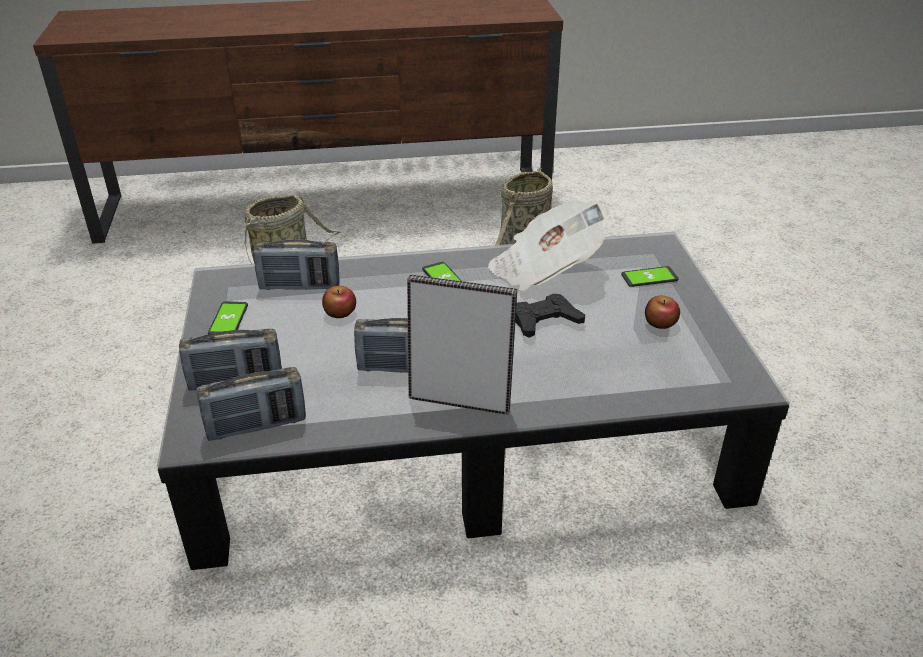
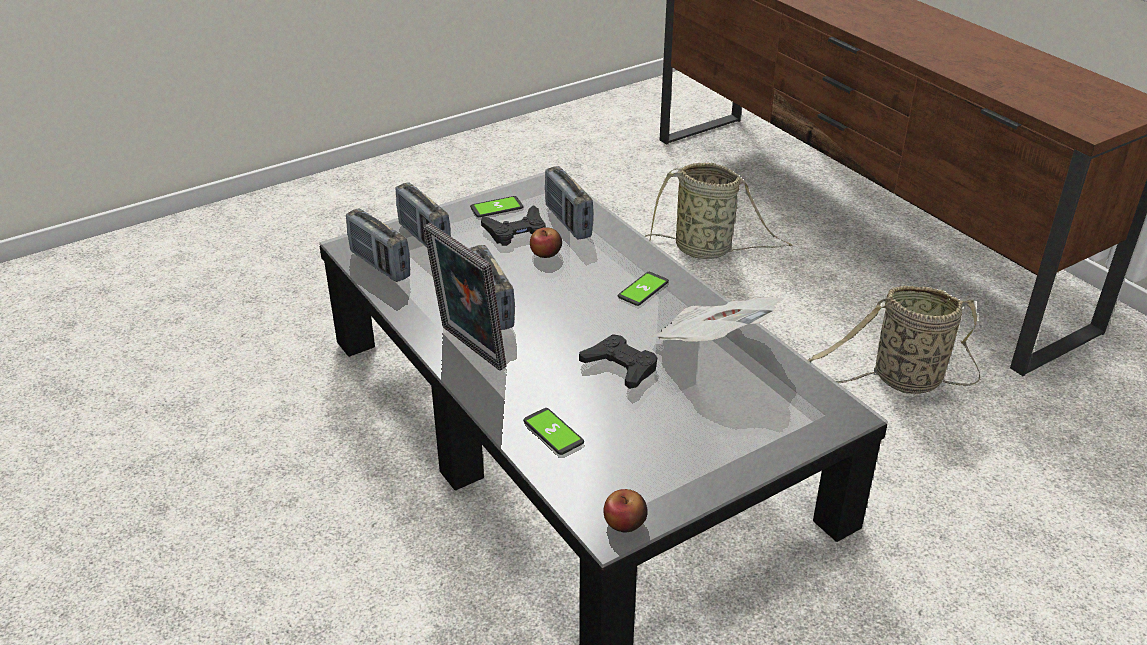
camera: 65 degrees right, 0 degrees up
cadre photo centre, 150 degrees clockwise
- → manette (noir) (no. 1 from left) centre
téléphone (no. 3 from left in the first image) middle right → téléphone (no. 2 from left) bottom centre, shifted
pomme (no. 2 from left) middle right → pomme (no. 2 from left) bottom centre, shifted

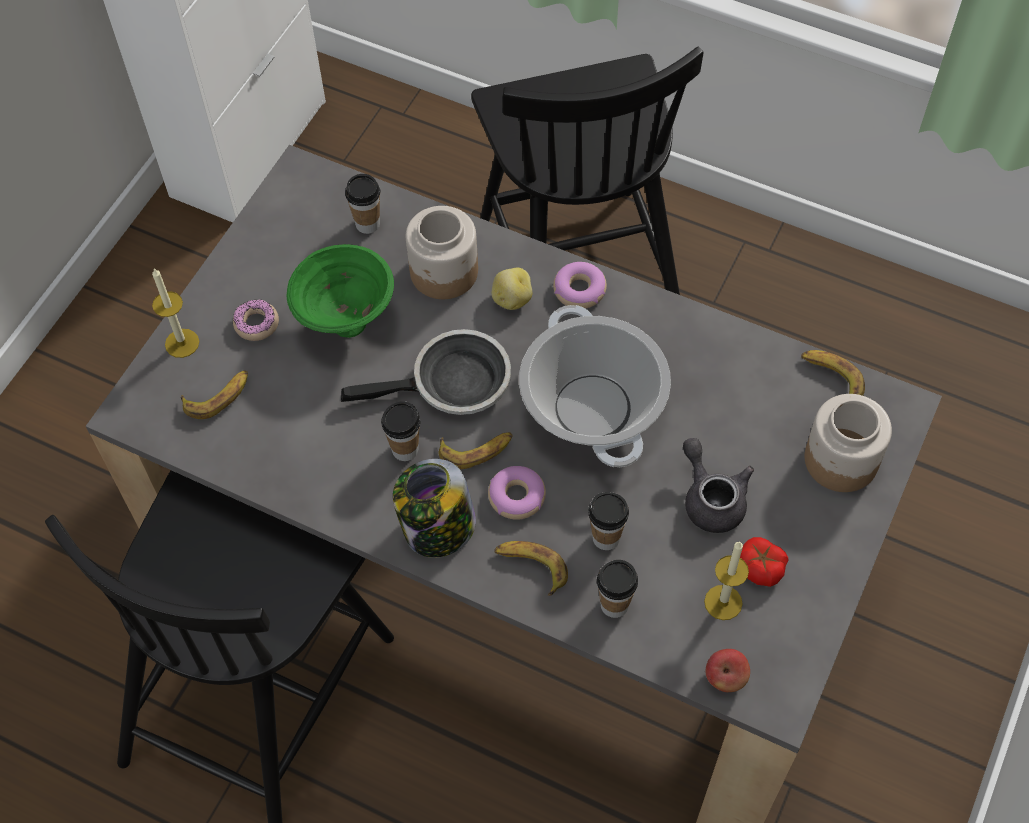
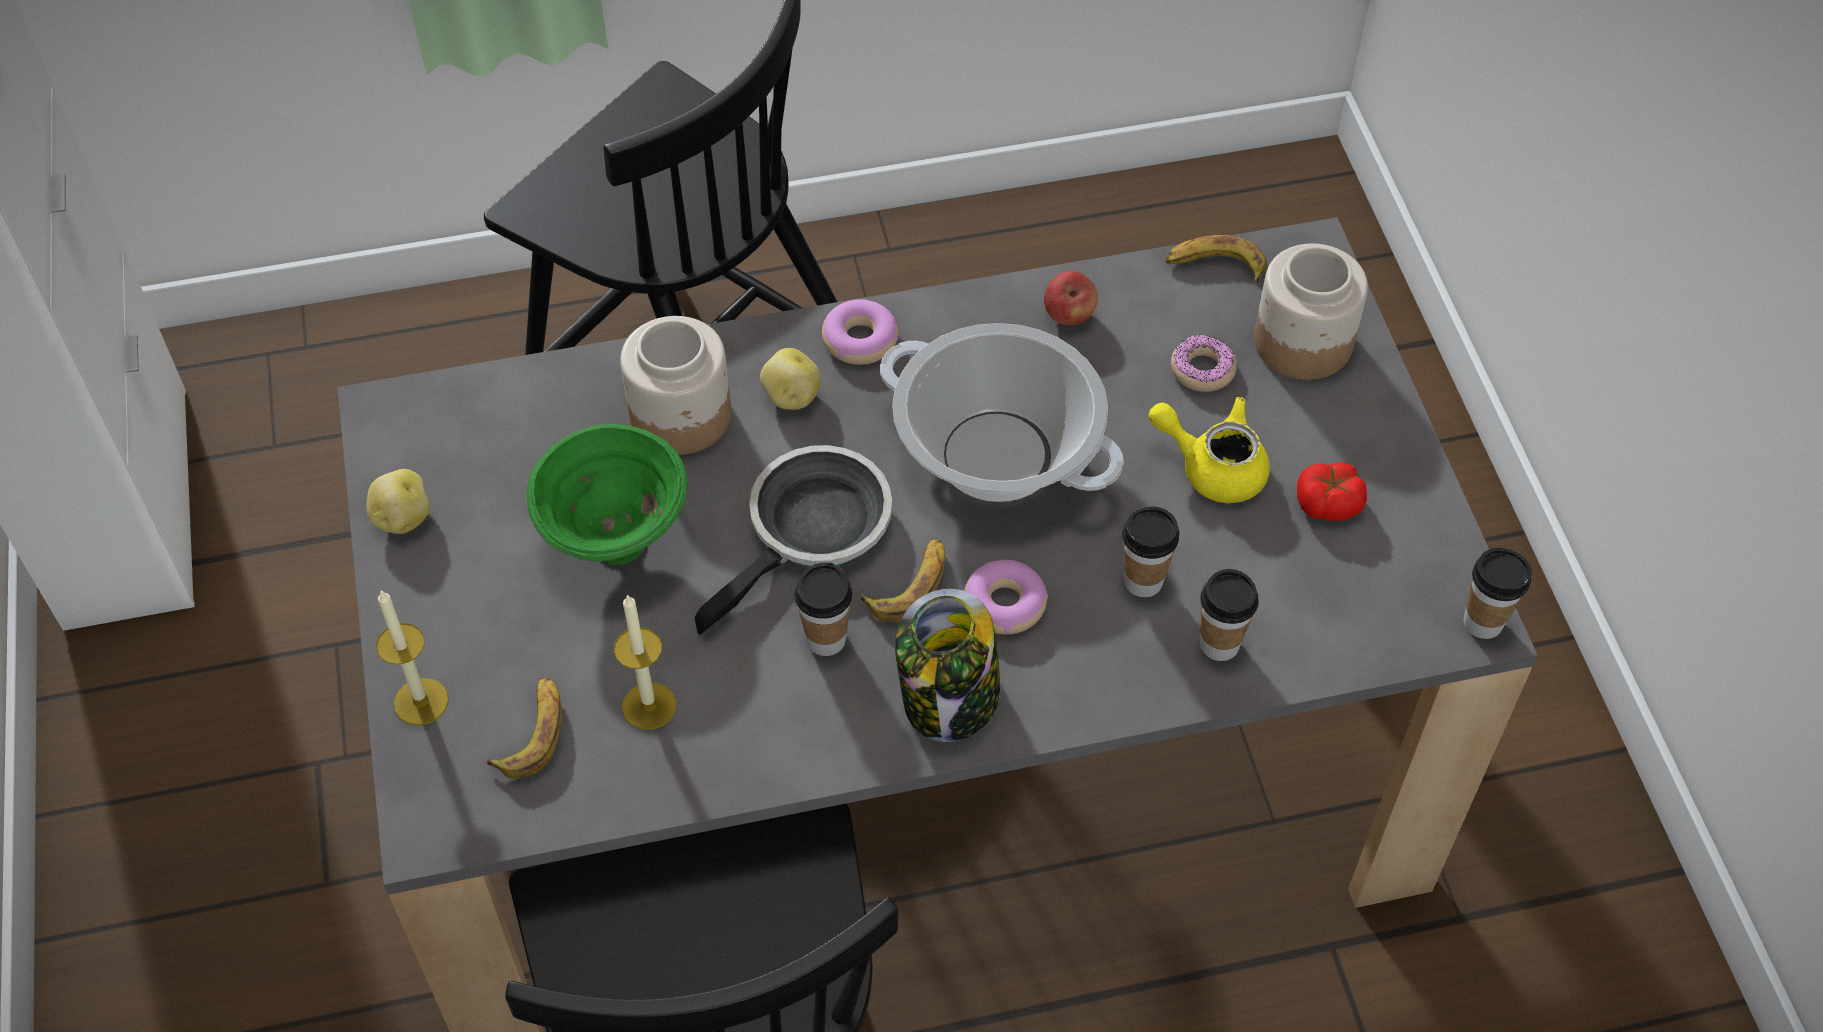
camera: 40 degrees left, 5 degrees down
- → pomme de terre (no. 1 from left) middle left
bougie (no. 2 from left) bottom right → bougie (no. 2 from left) centre, shifted
pomme bottom right → pomme top centre, shifted
théière (gris) middle right → théière (jaune) centre
beignet (no. 1 from left in the first image) middle left → beignet (no. 3 from left) centre, shifted
tasse (no. 1 from left in the first image) top centre → tasse (no. 4 from left) middle right, shifted
banane (no. 3 from left) bottom centre → -

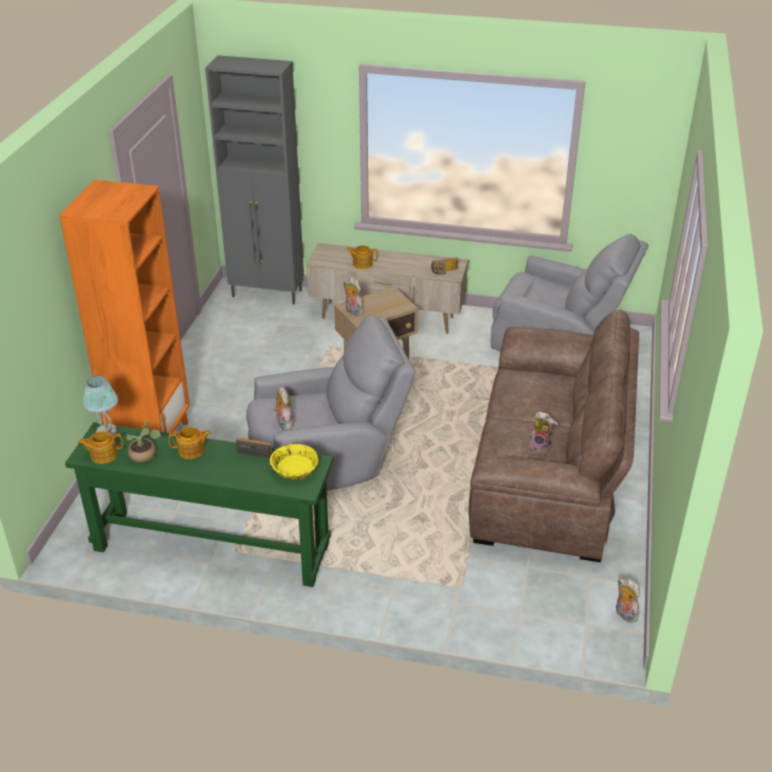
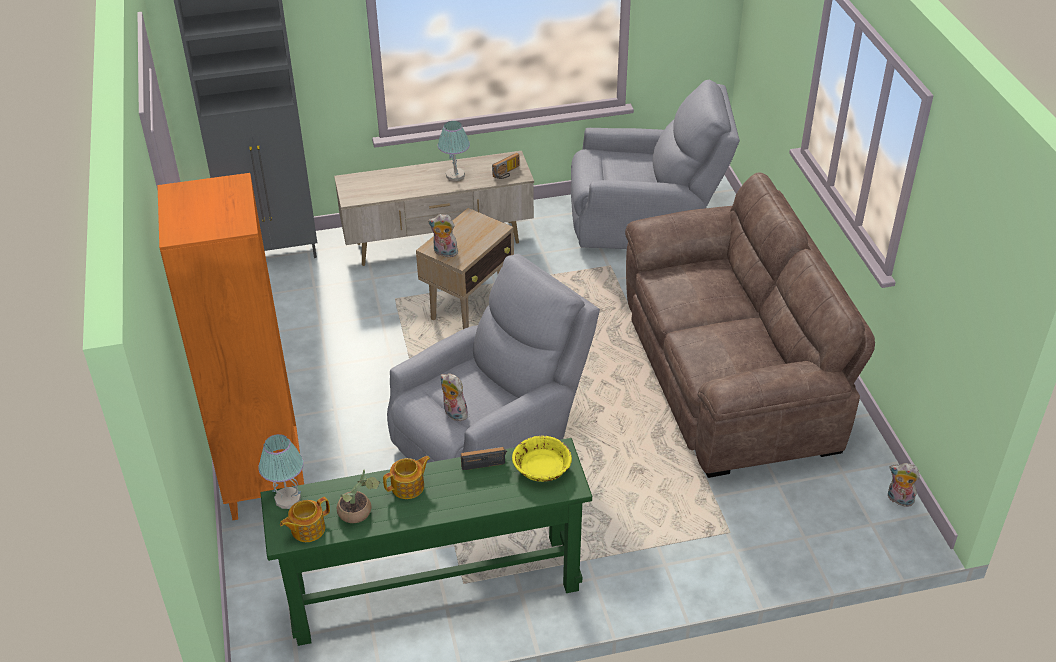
camera: 25 degrees left, 5 degrees up
- → lampe de table (no. 2 from left) top centre
théière (no. 3 from left) top centre → -
peluche (no. 3 from left) middle right → -

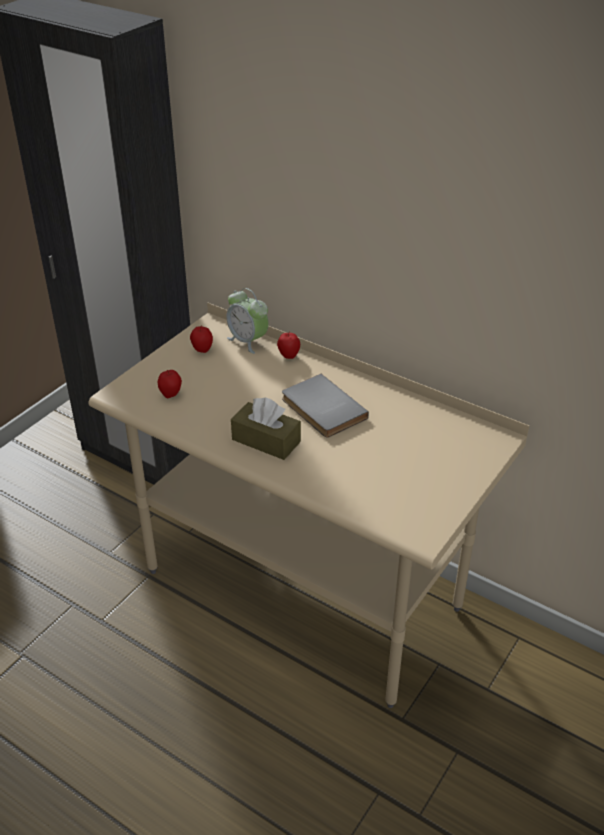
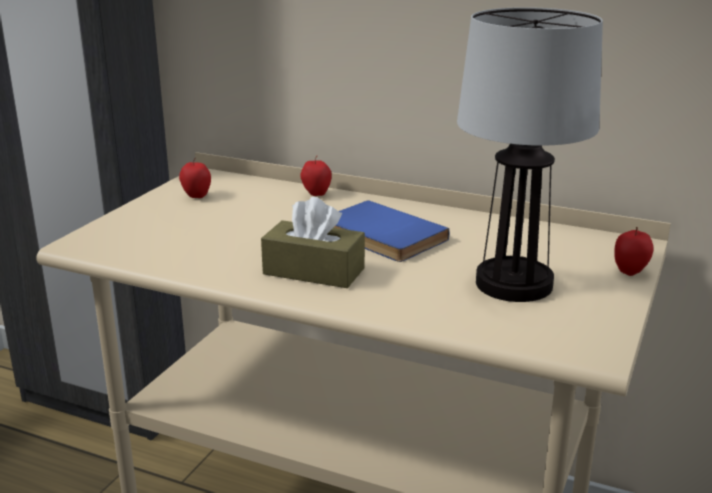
camera: 10 degrees left, 15 degrees down
livre (gris) centre → livre (bleu) centre
- → lampe de table top right
pomme (no. 1 from left in the first image) middle left → pomme (no. 3 from left) middle right, shifted
réveil centre → -

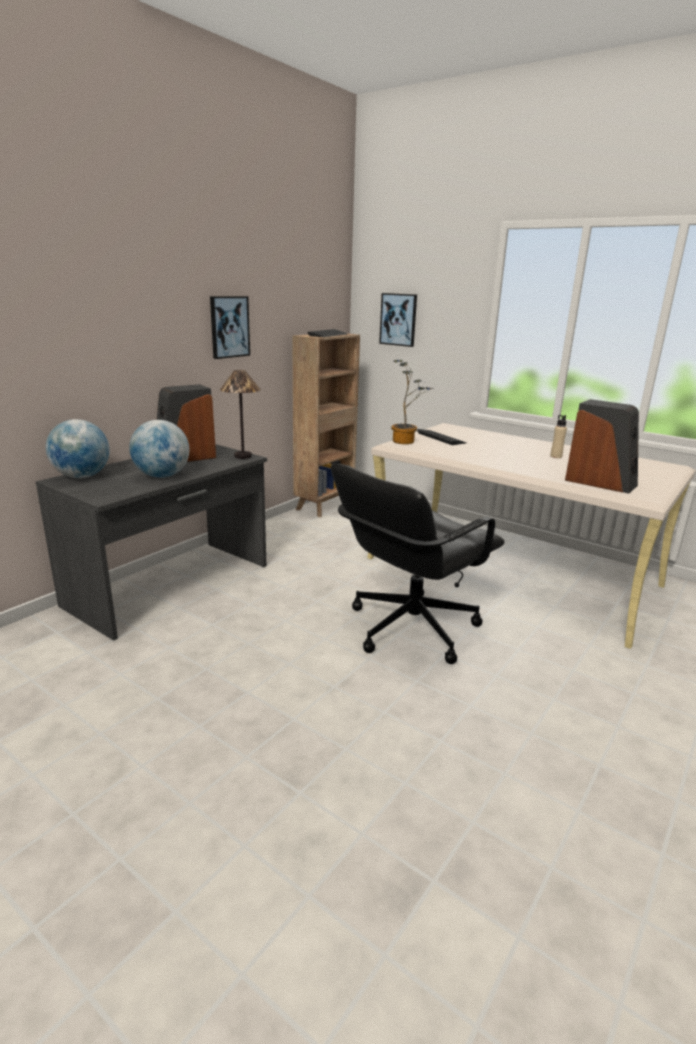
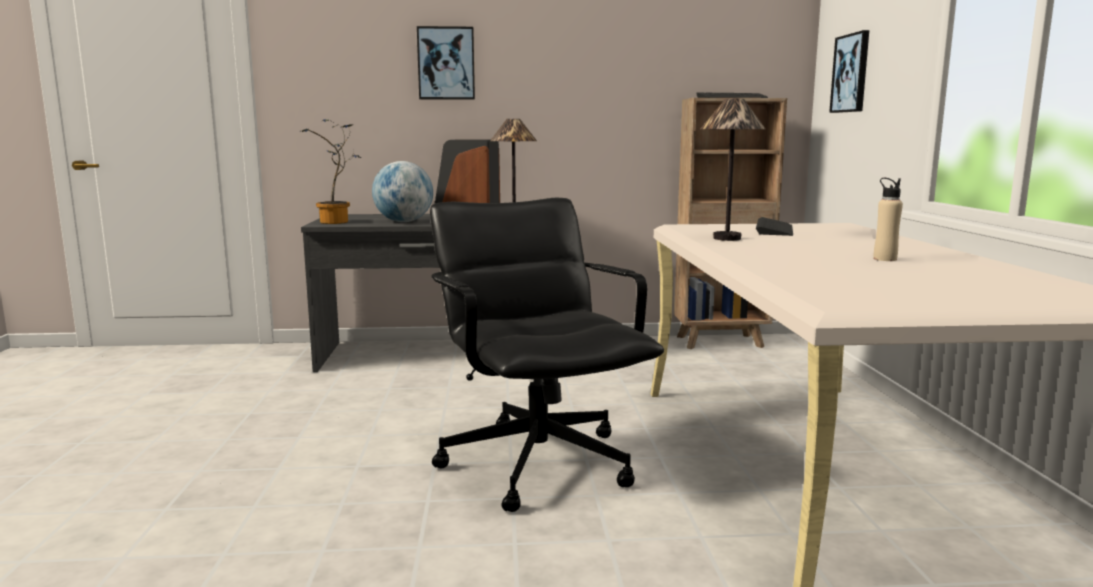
camera: 50 degrees right, 10 degrees down
plante en pot centre → plante en pot top left, shifted
tableau (no. 1 from left) top left → tableau (no. 1 from left) top centre, shifted
chaise de bureau (noir) centre, 60 degrees clockwise
- → lampe de table (no. 2 from left) top right
globe (no. 1 from left) middle left → -
enceinte (no. 2 from left) middle right → -

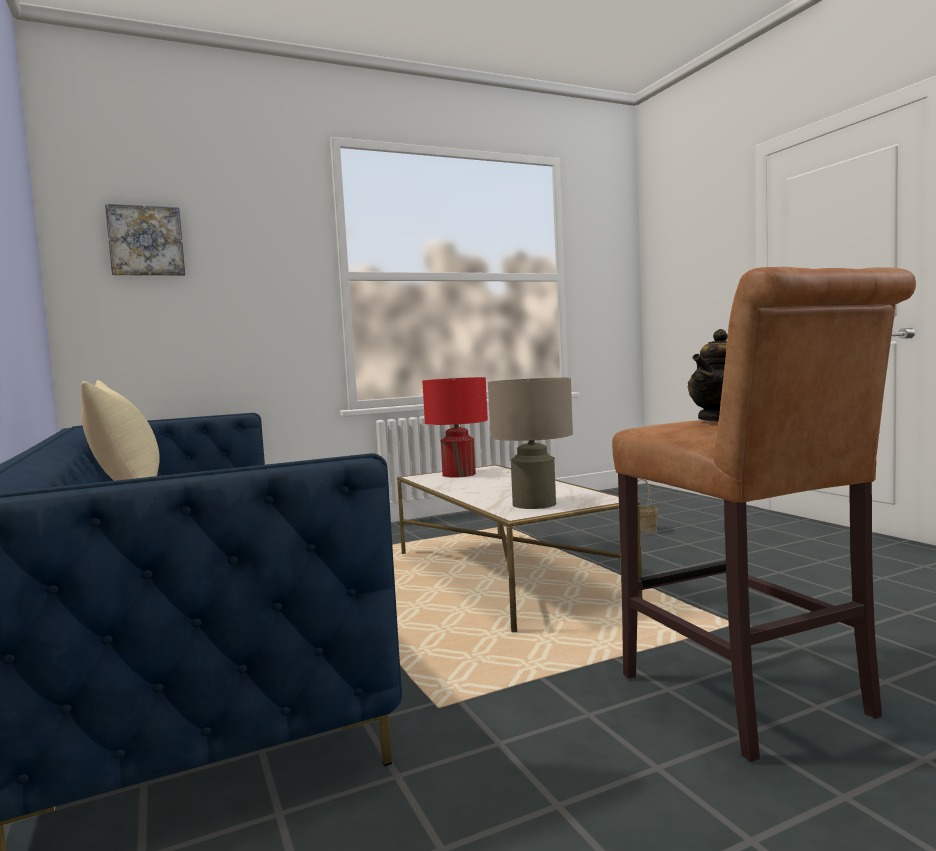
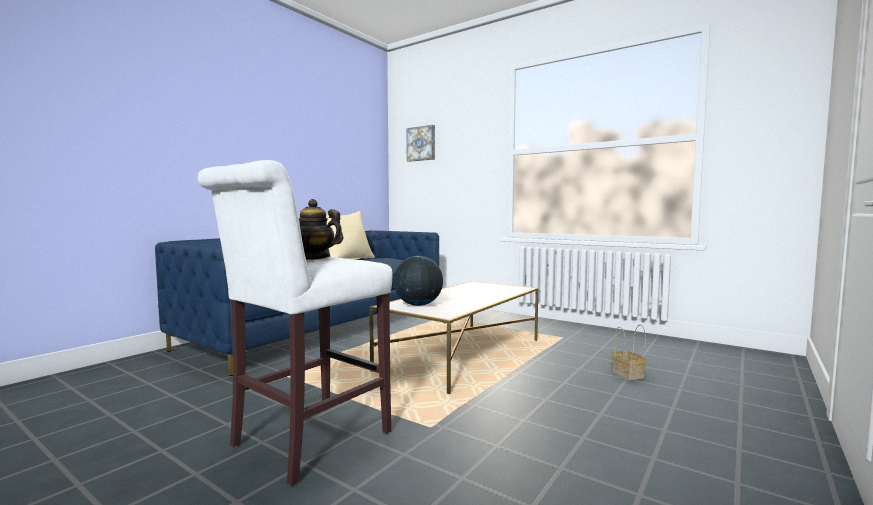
camera: 60 degrees right, 0 degrees up
tabouret (marron) middle right → tabouret (blanc) centre
lampe de table (beige) centre → globe centre
lampe de table (rouge) centre → -

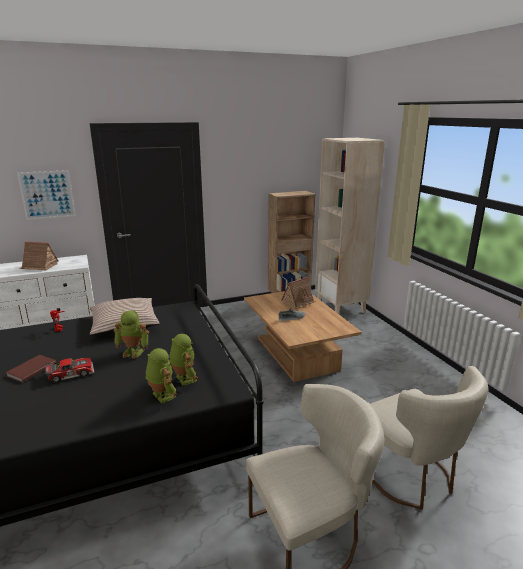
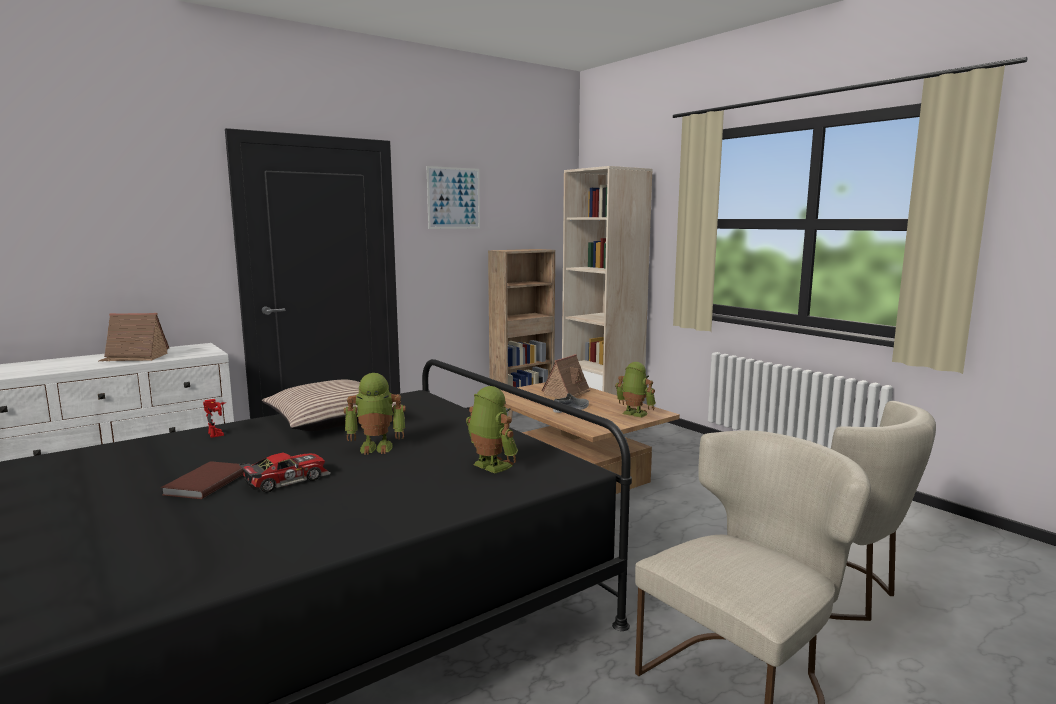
camera: 15 degrees left, 10 degrees down
tableau middle left → tableau top centre, shifted
robot jouet (no. 3 from left in the first image) middle left → robot jouet (no. 4 from left) centre, shifted

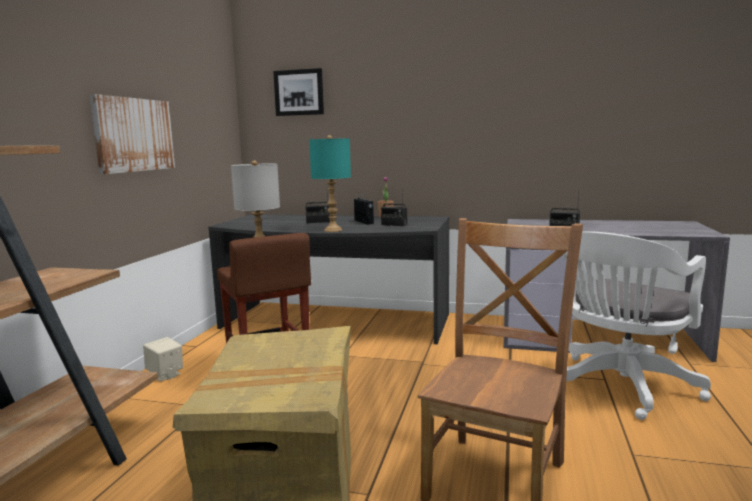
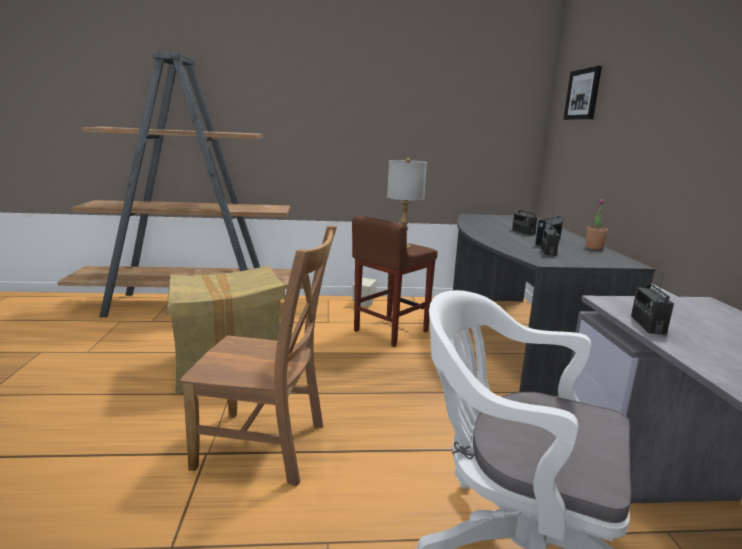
camera: 70 degrees right, 5 degrees up
tableau (no. 1 from left) top left → -
lampe de table (turquoise) centre → -

